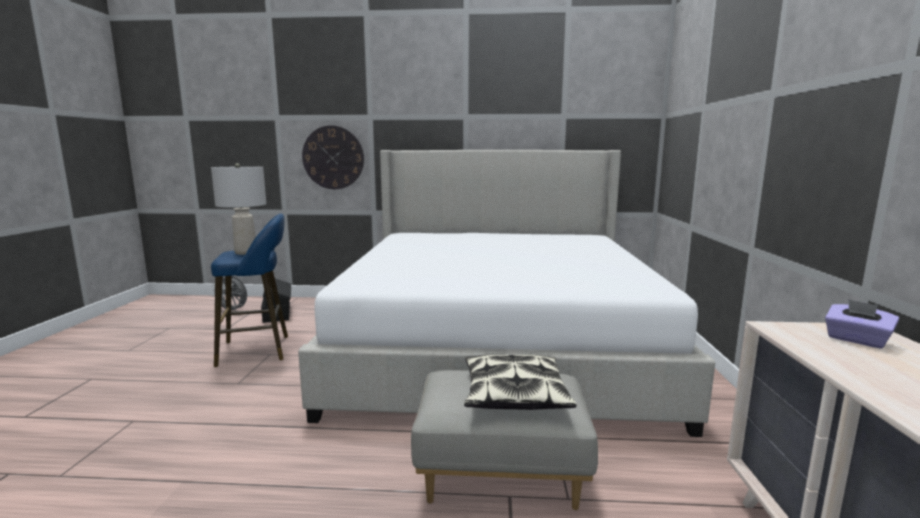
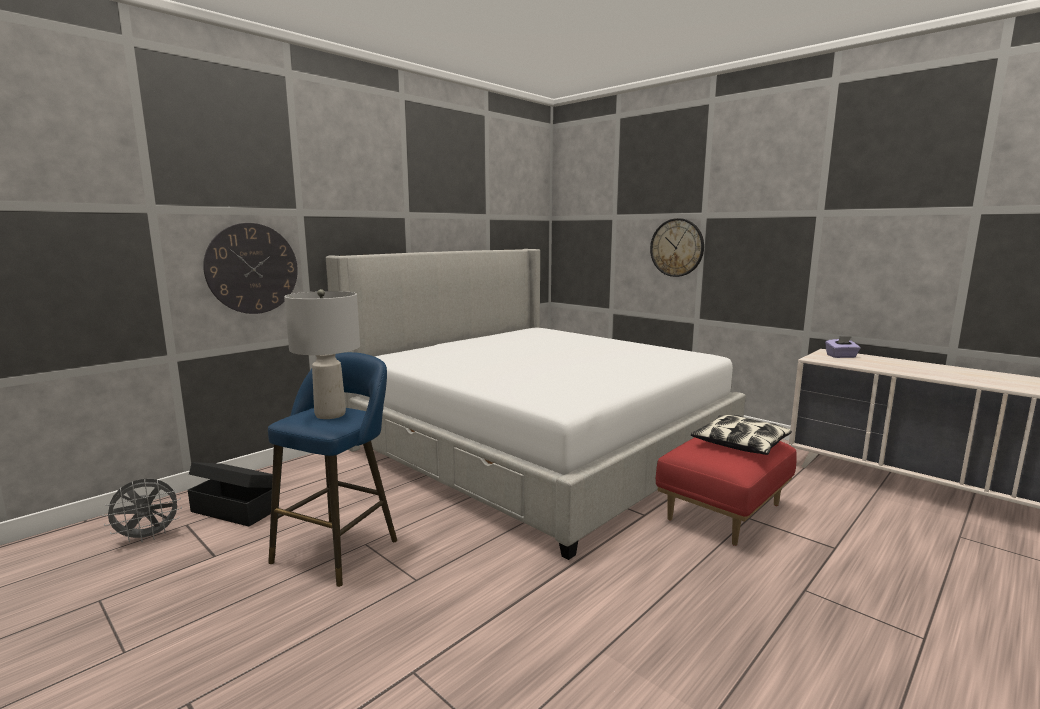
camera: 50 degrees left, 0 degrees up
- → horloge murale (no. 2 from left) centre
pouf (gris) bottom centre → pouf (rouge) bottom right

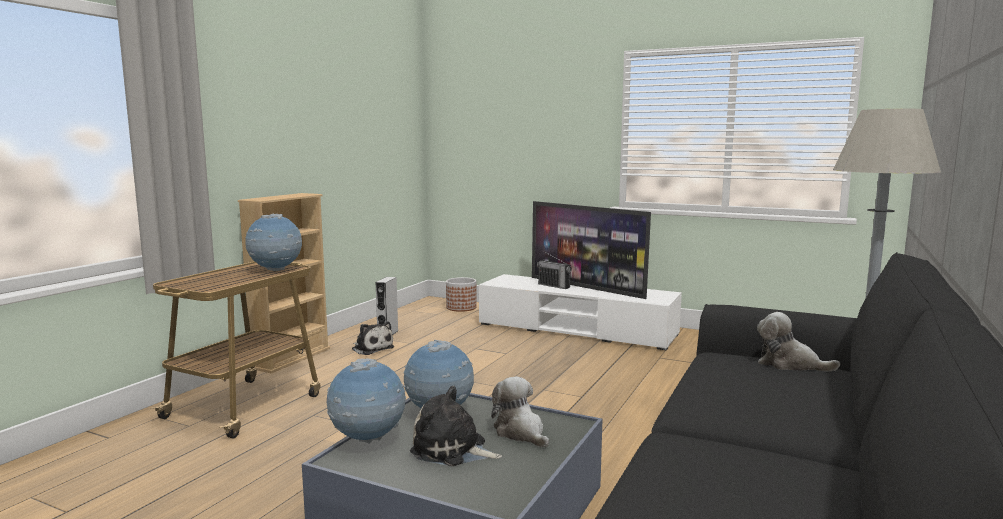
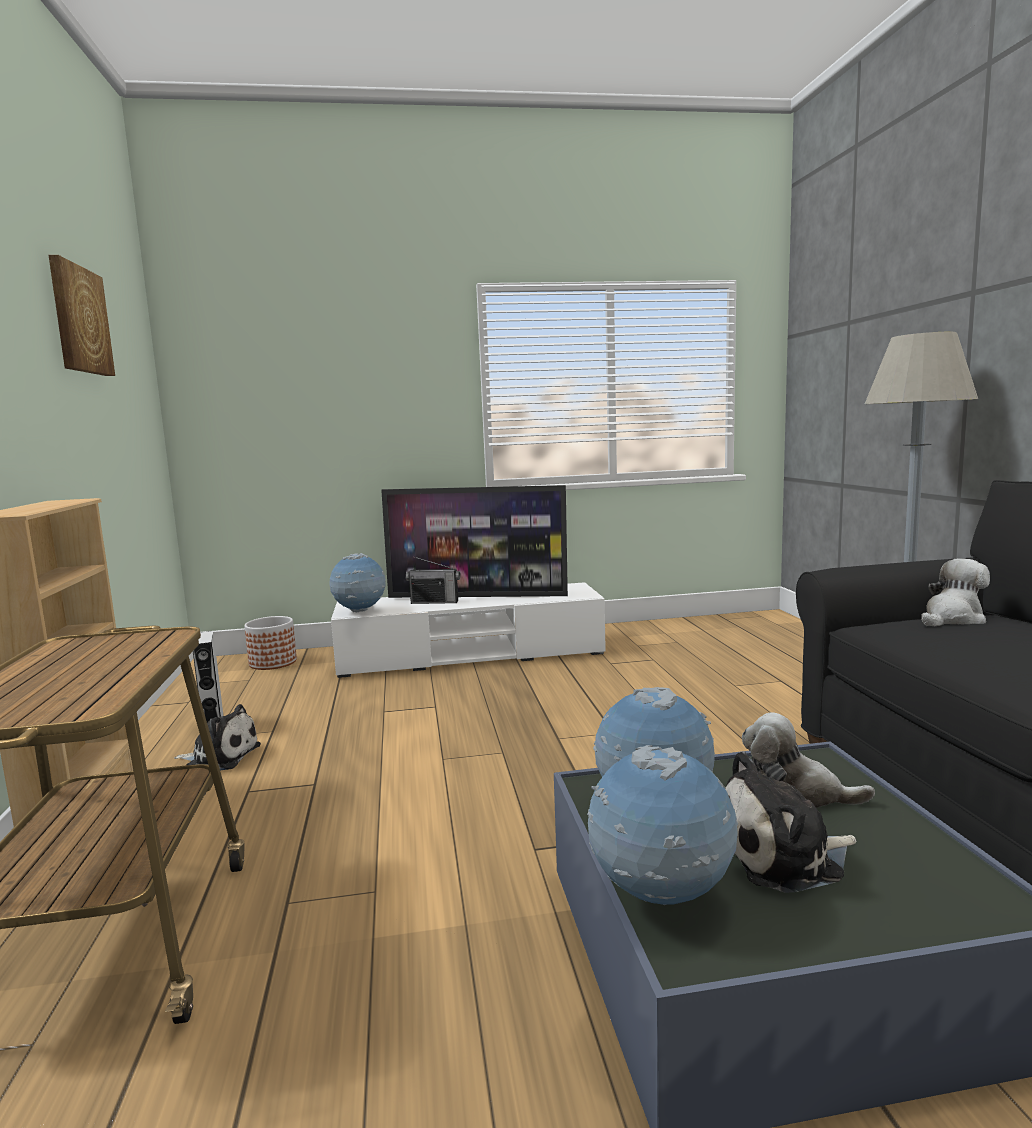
camera: 35 degrees left, 0 degrees up
- → tableau top left
globe (no. 1 from left) middle left → globe (no. 1 from left) centre, shifted
peluche (no. 4 from left) middle right, 150 degrees clockwise

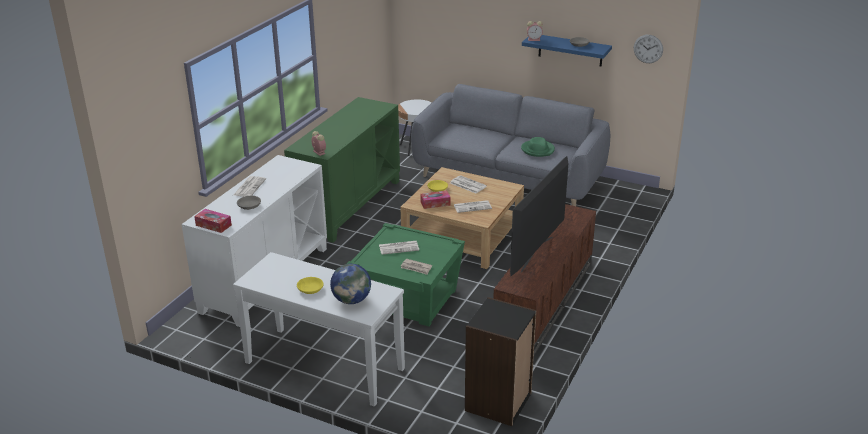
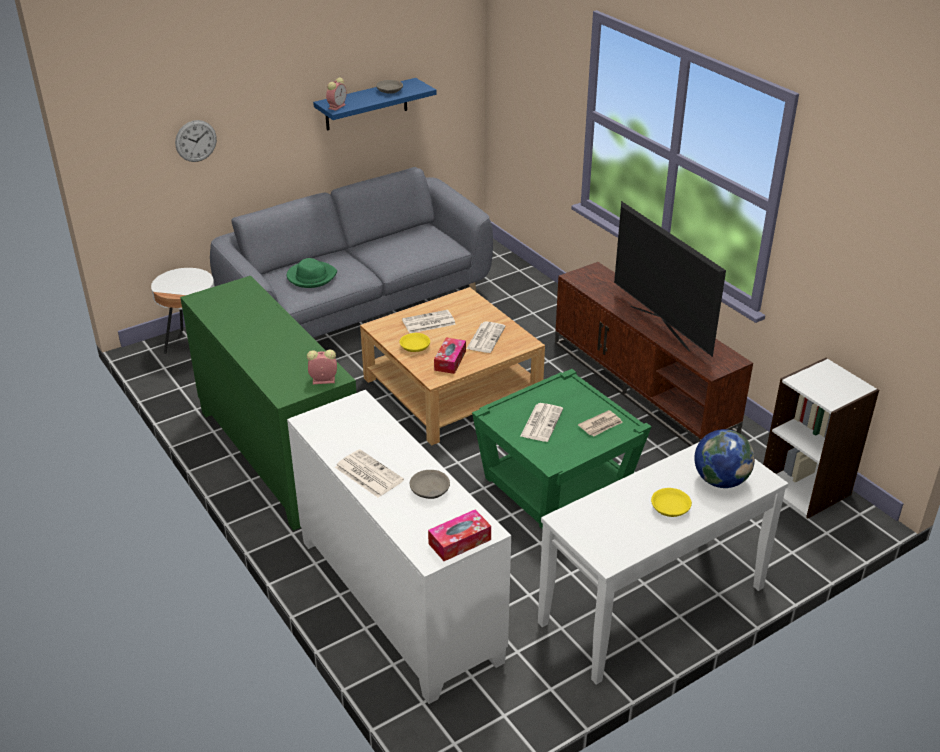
camera: 60 degrees left, 5 degrees up
horloge murale top right → horloge murale top left, shifted
chapeau (vert) centre → chapeau (vert) middle left, shifted
bibliothèque (noir) bottom centre → bibliothèque (blanc) middle right

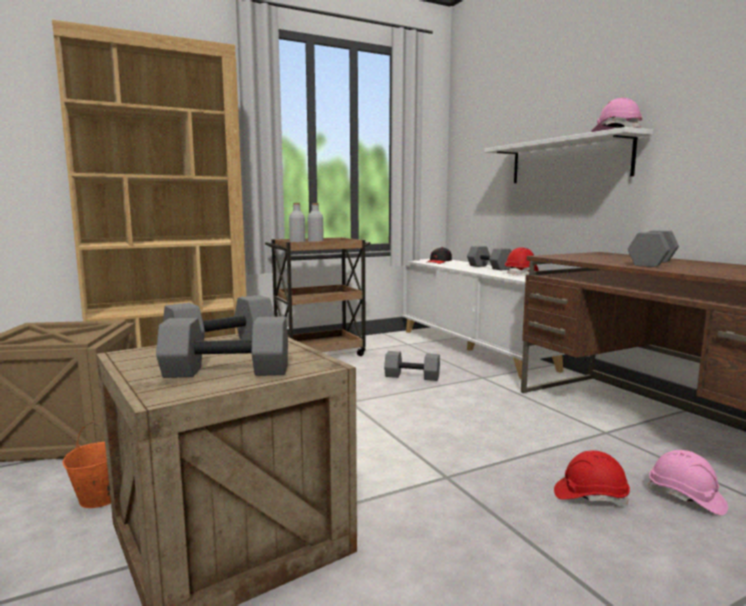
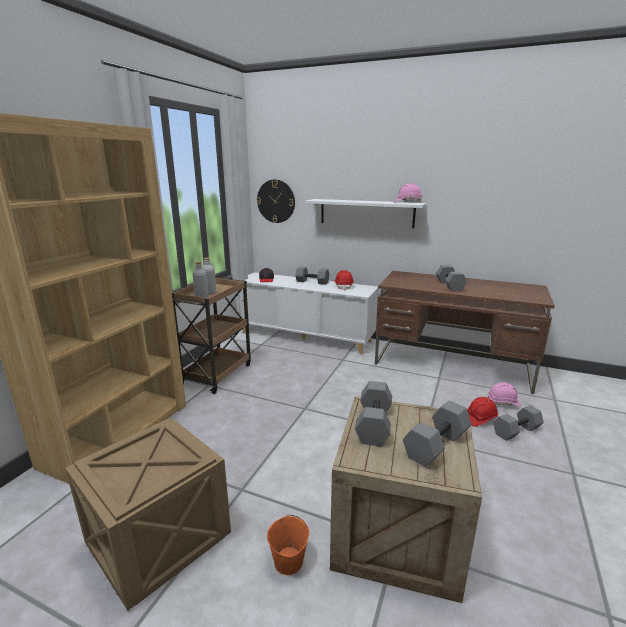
camera: 40 degrees left, 10 degrees up
- → horloge murale top centre
haltère (gris) (no. 3 from left in the first image) centre → haltère (gris) (no. 5 from left) bottom right, shifted

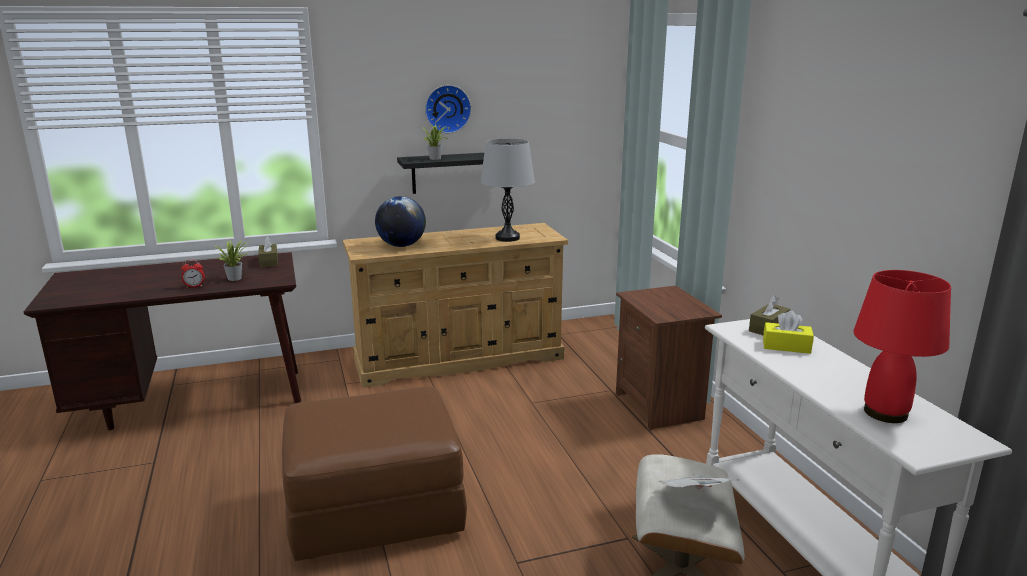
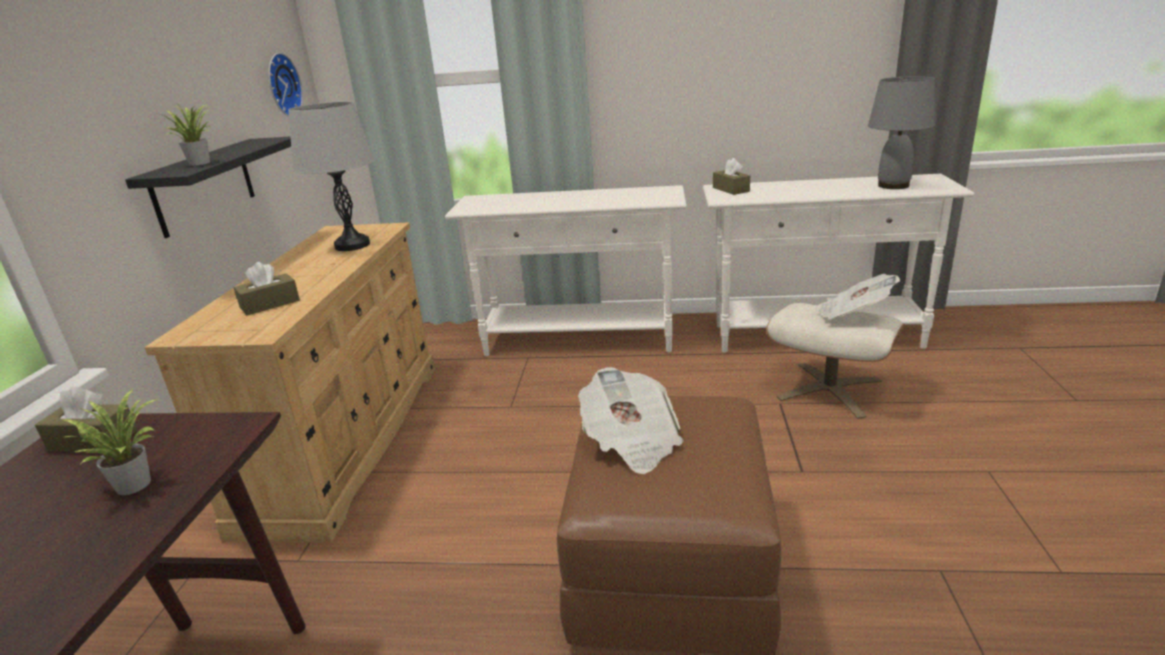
camera: 65 degrees left, 5 degrees up
globe centre → boîte à mouchoirs (marron) (no. 2 from left) middle left
horloge murale top centre → horloge murale top left, shifted
table de chevet (marron) centre → table console (blanc) (no. 1 from left) centre
- → journal (no. 1 from left) centre
lampe de table (rouge) middle right → lampe de table (gris) (no. 2 from left) top right
réveil middle left → -
boîte à mouchoirs (jaune) middle right → -

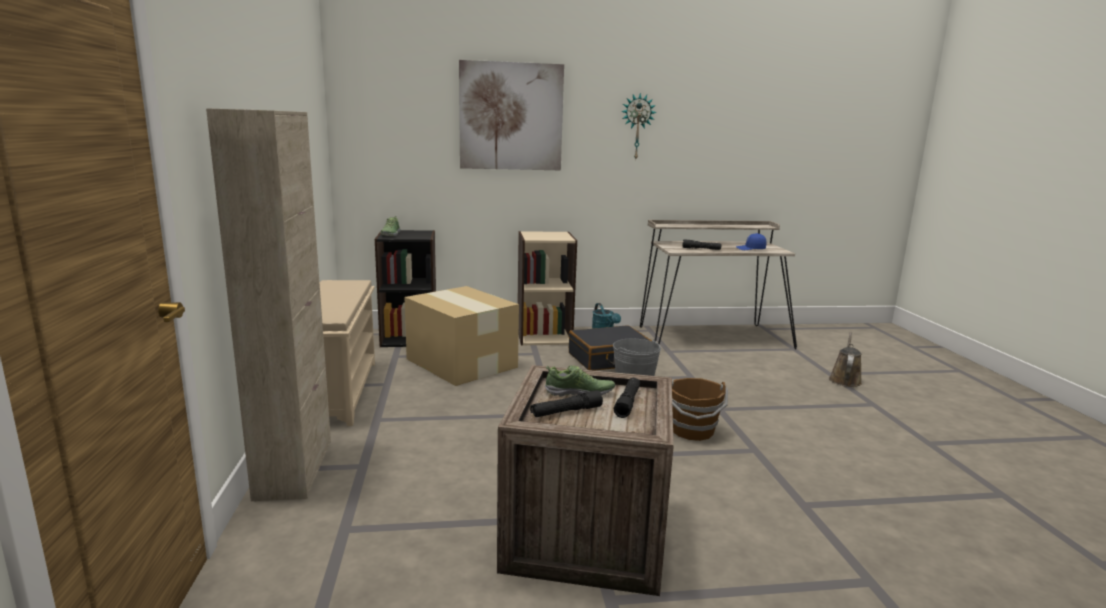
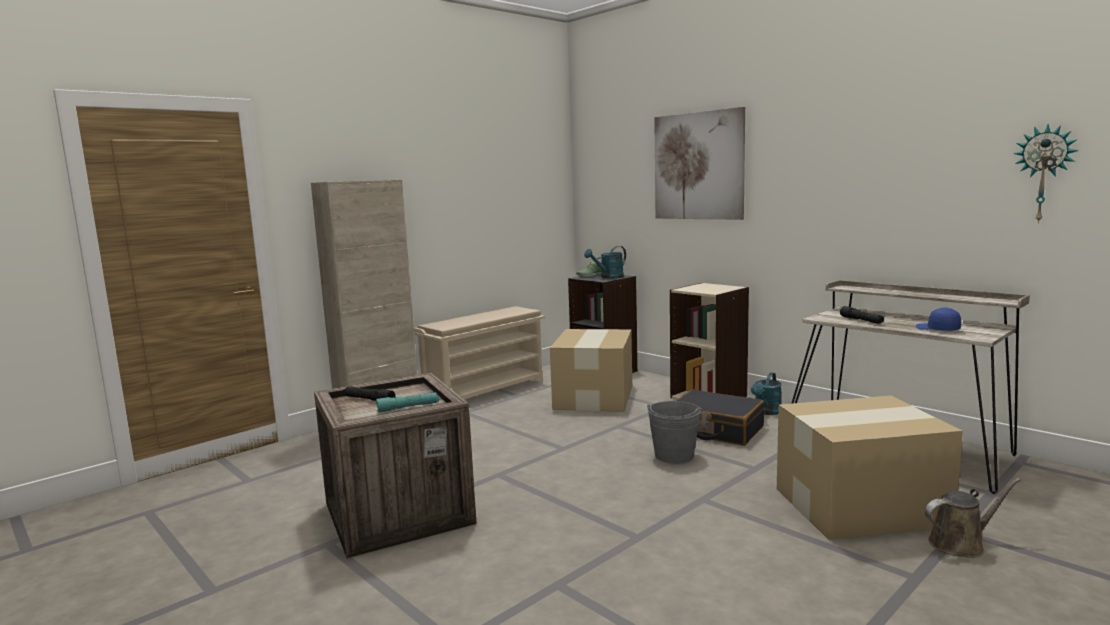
camera: 55 degrees right, 5 degrees down
lampe de poche (noir) (no. 2 from left) centre → lampe de poche (turquoise) centre
- → arrosoir (turquoise) (no. 1 from left) centre
- → carton (no. 2 from left) bottom right
horloge murale top centre → horloge murale top right, shifted
chaussure (no. 2 from left) centre → -
seau (marron) bottom centre → -

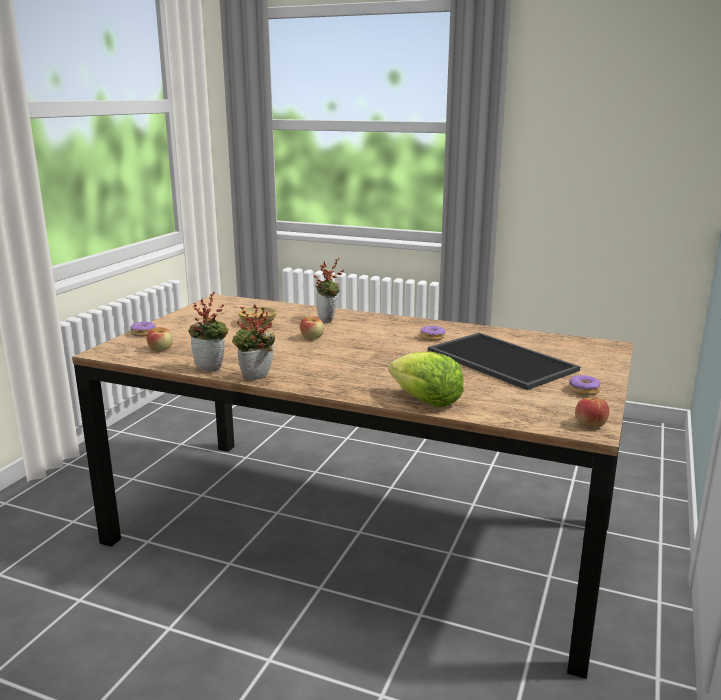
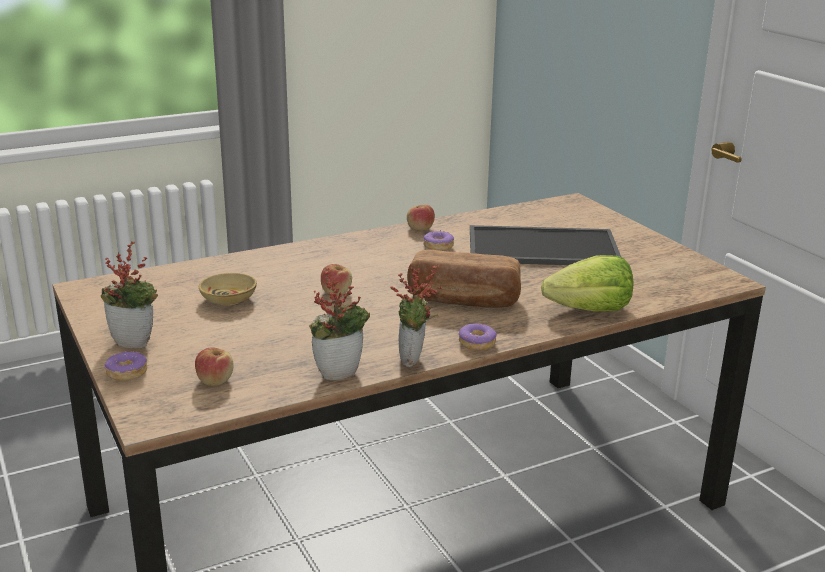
camera: 50 degrees left, 5 degrees up
plante en pot (no. 3 from left in the first image) centre → plante en pot (no. 1 from left) middle left, shifted
pomme (no. 3 from left) middle right → pomme (no. 3 from left) centre, shifted
- → pain centre
beignet (no. 3 from left) middle right → beignet (no. 3 from left) centre, shifted

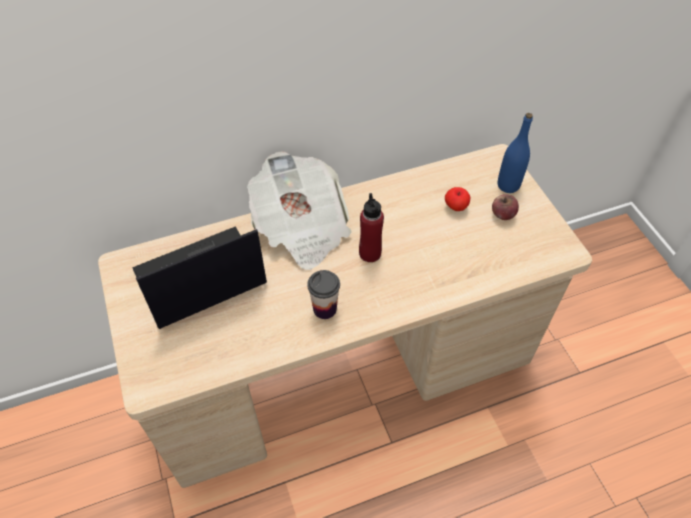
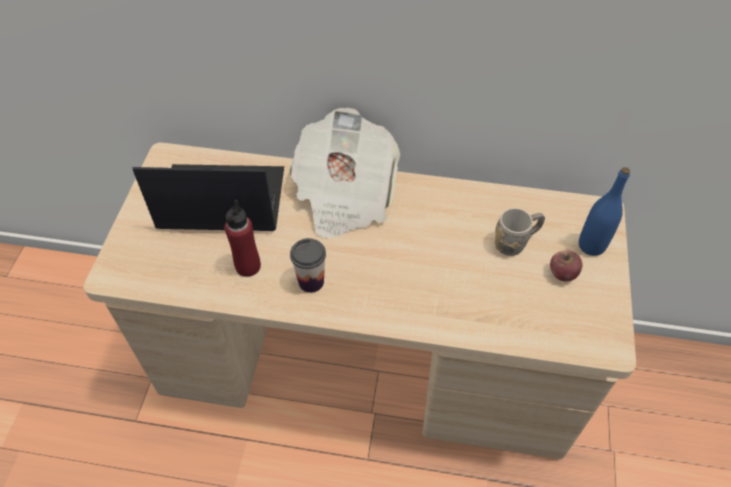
camera: 30 degrees right, 0 degrees up
bouteille (rouge) centre → bouteille (rouge) middle left, shifted
pomme (no. 1 from left) centre → mug (gris) middle right

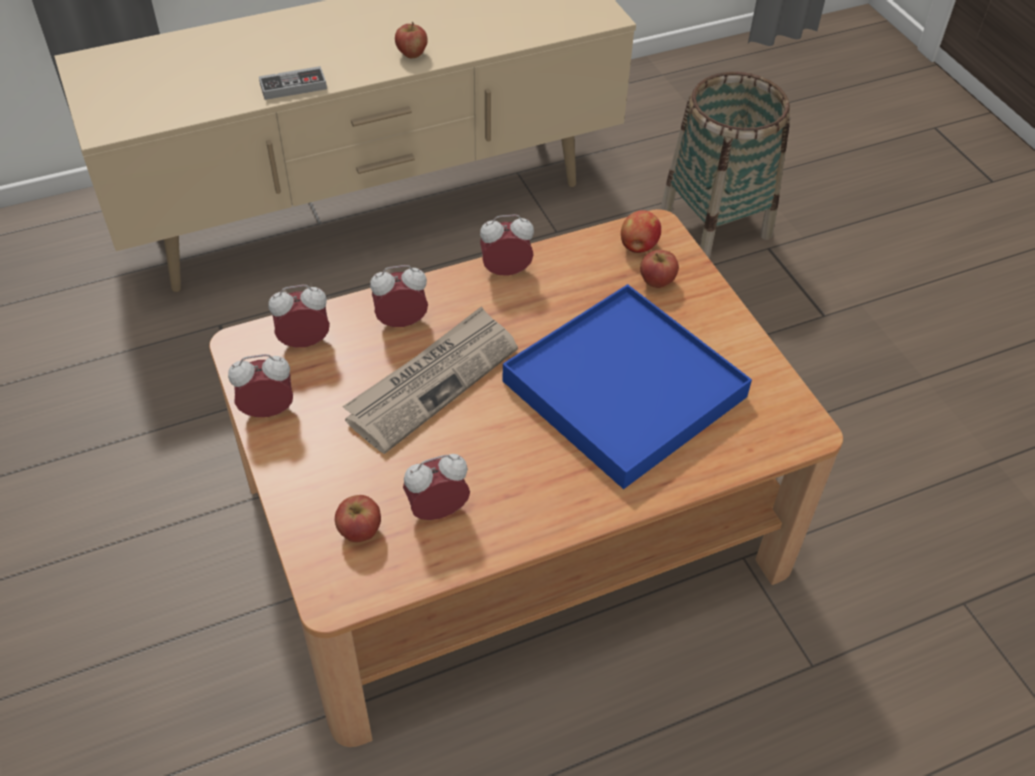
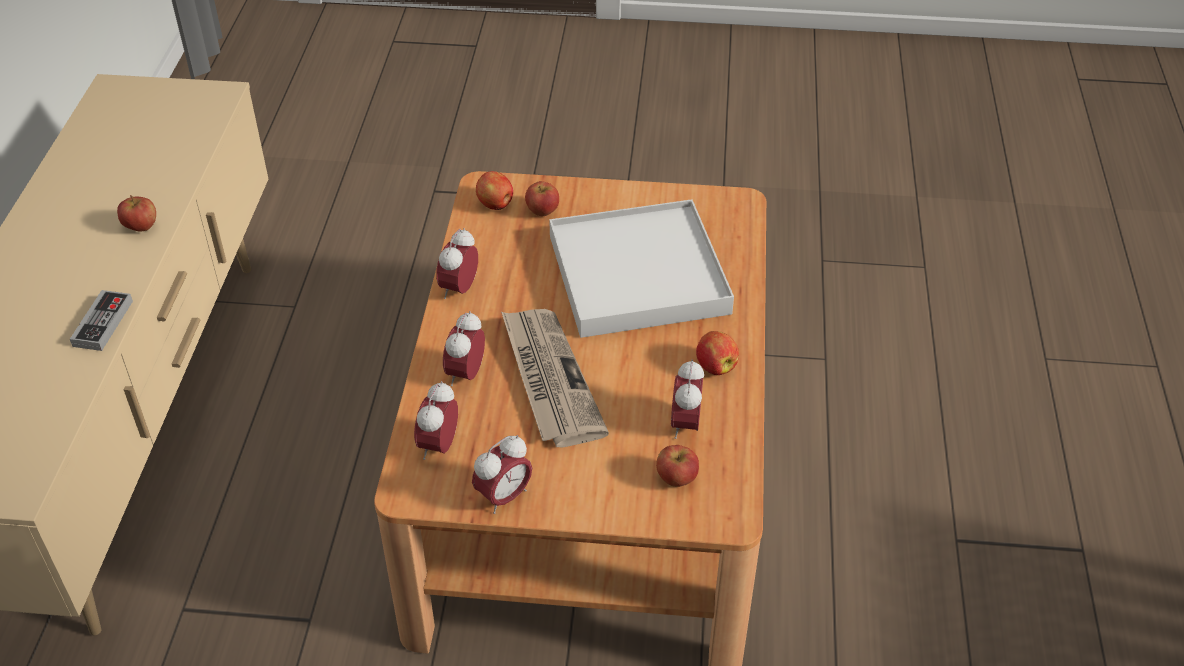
camera: 60 degrees left, 5 degrees down
réveil (no. 1 from left in the first image) middle left → réveil (no. 4 from left) bottom centre, 150 degrees counterclockwise
plateau (bleu) centre → plateau (blanc) centre
- → pomme (no. 5 from left) centre
panier top right → -

